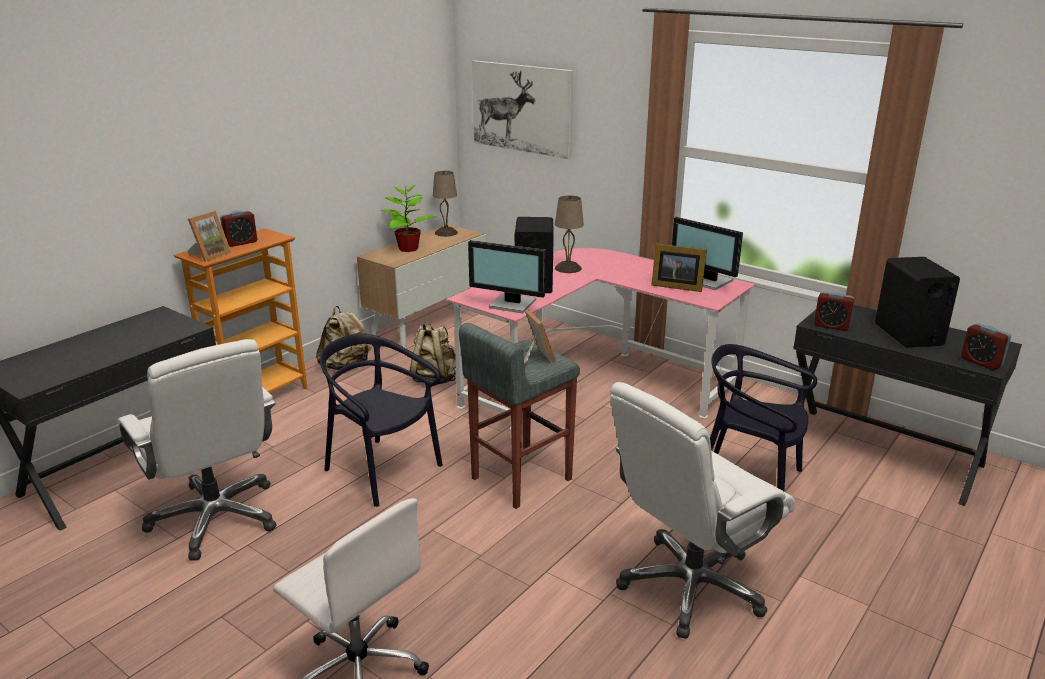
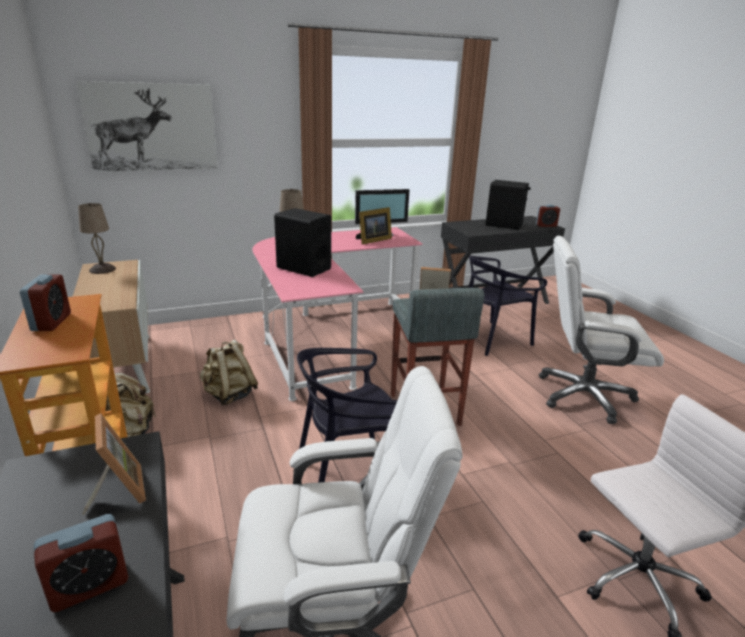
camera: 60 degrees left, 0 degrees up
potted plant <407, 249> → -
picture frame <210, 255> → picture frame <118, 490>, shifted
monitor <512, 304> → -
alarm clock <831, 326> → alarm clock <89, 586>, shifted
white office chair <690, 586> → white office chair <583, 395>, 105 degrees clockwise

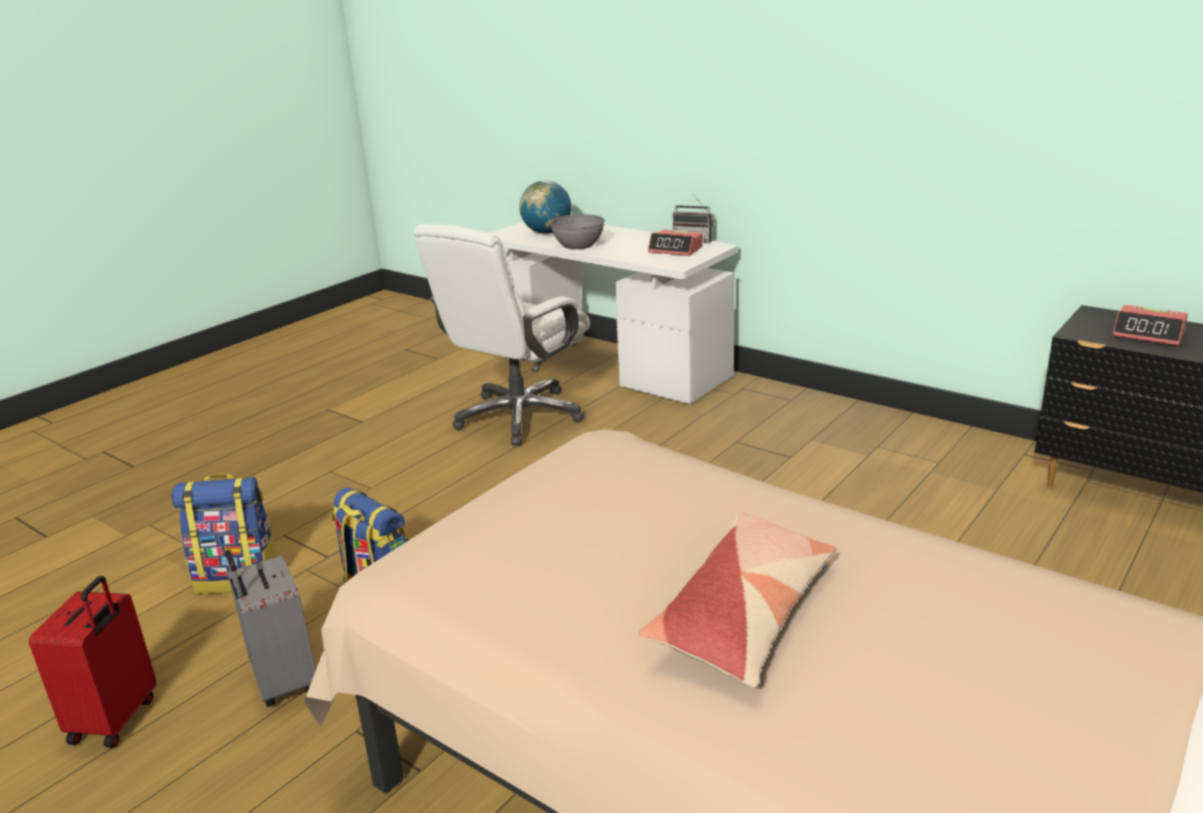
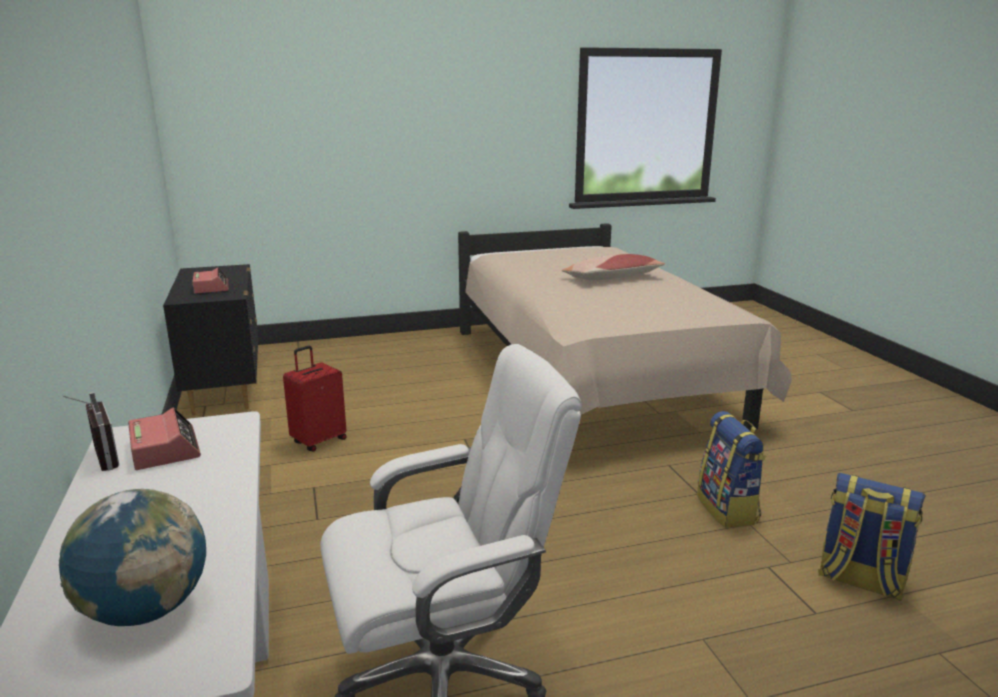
camera: 145 degrees left, 5 degrees down
grey bowl <578, 245> → -
grey suitcase <282, 683> → -
red suitcase <116, 720> → red suitcase <318, 441>, shifted

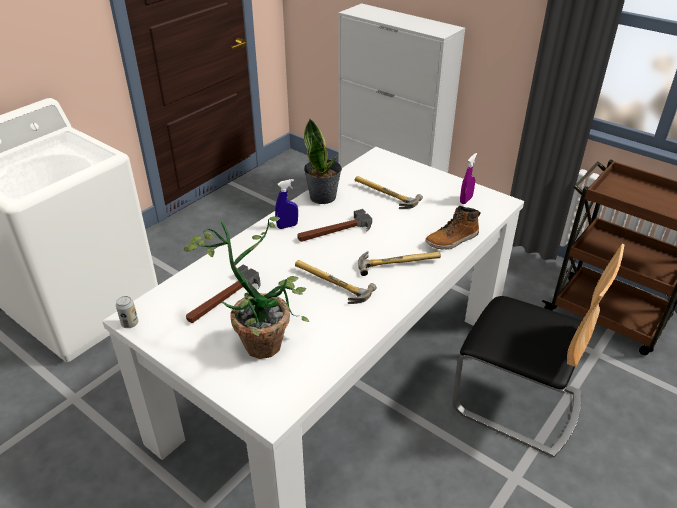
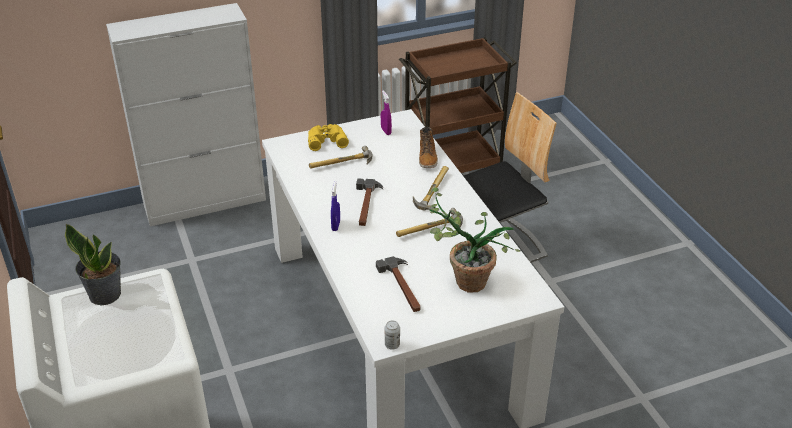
camera: 60 degrees left, 0 degrees up
potted plant <323, 196> → potted plant <105, 294>, shifted
- → yellow binoculars <326, 140>

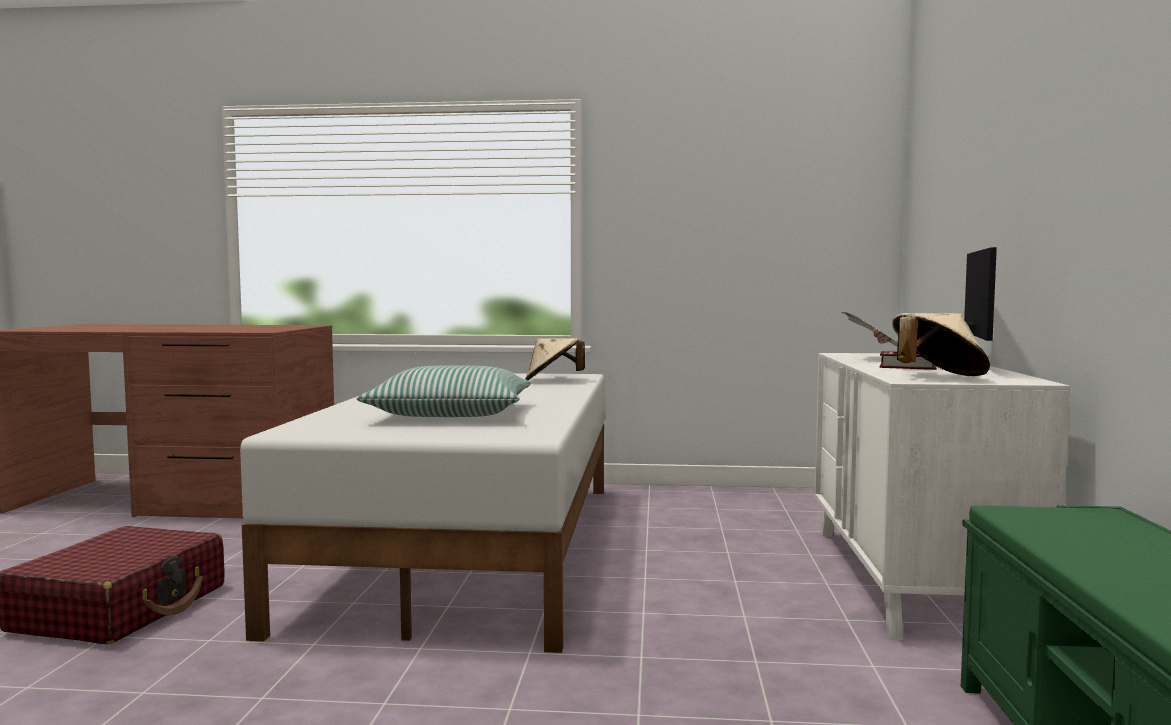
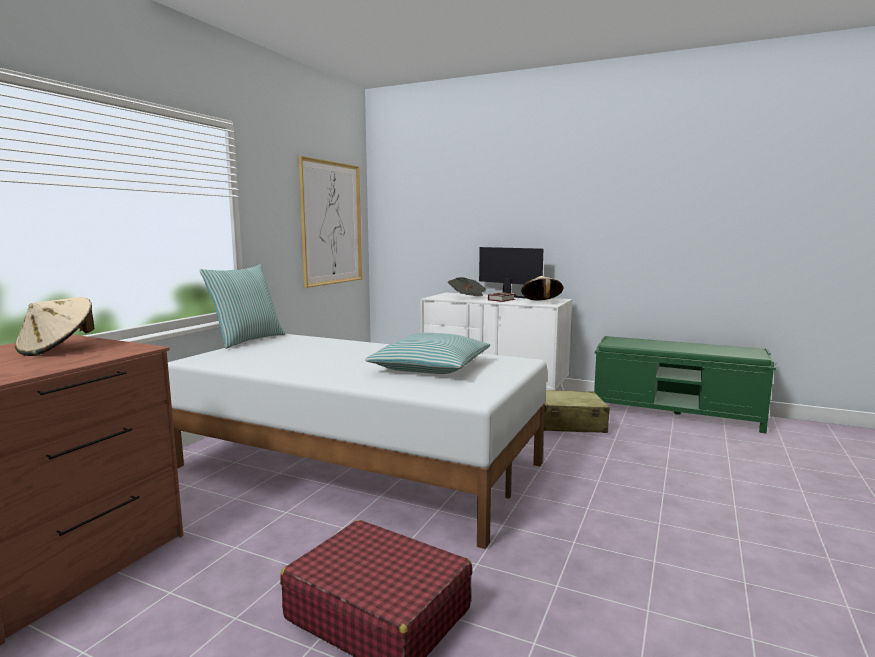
camera: 70 degrees left, 5 degrees up
beige hat <553, 380> → beige hat <58, 349>, shifted
- → picture <331, 223>
- → pillow <246, 340>
- → beige suitcase <567, 424>

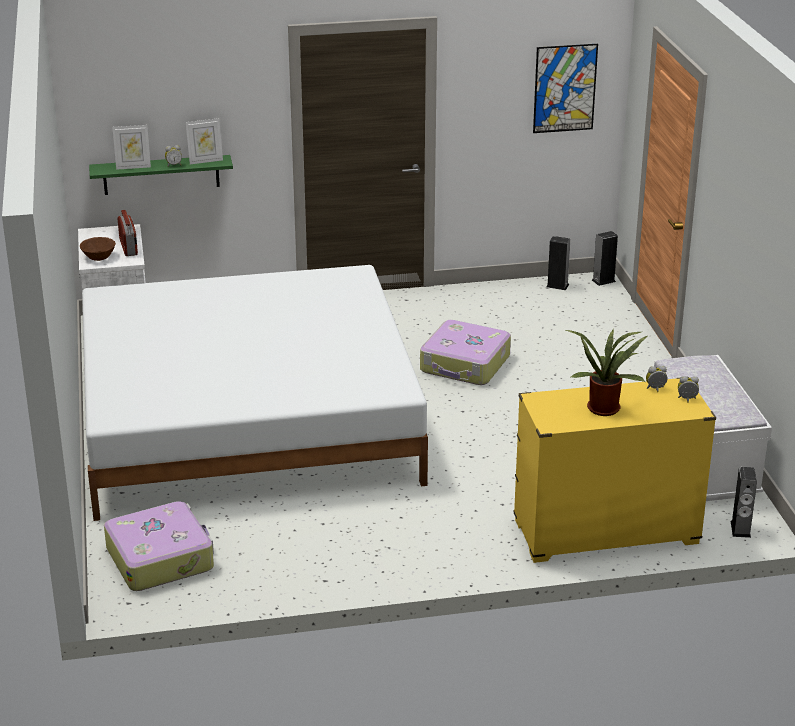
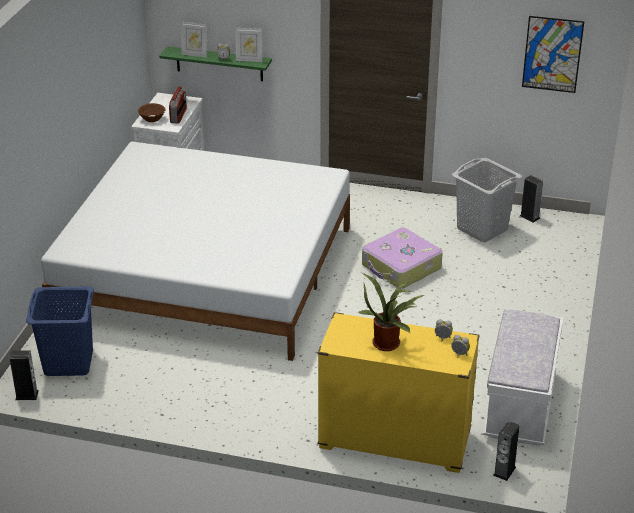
camera: 25 degrees right, 5 degrees up
speaker <603, 281> → speaker <26, 395>, shifted
suitcase <161, 558> → blue laundry basket <68, 362>
- → grey laundry basket <482, 229>

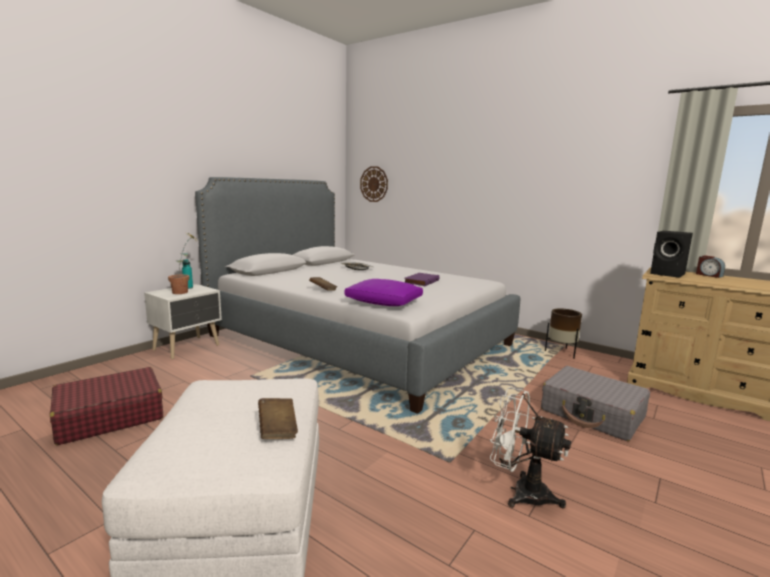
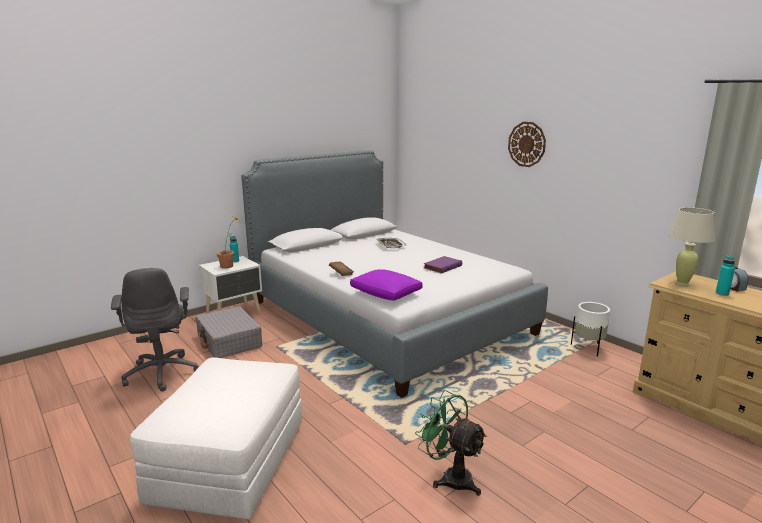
camera: 15 degrees right, 5 degrees up
wall clock <374, 184> → wall clock <526, 144>, shifted
black speaker <669, 274> → beige table lamp <683, 283>
brown planter <561, 352> → white planter <588, 348>
grey suitcase <592, 414> → grey suitcase <229, 341>, shifted
red suitcase <109, 417> → grey office chair <162, 373>
white fan <521, 492> → green fan <451, 477>
brown book <277, 429> → -
- → turquoise bottle <722, 293>

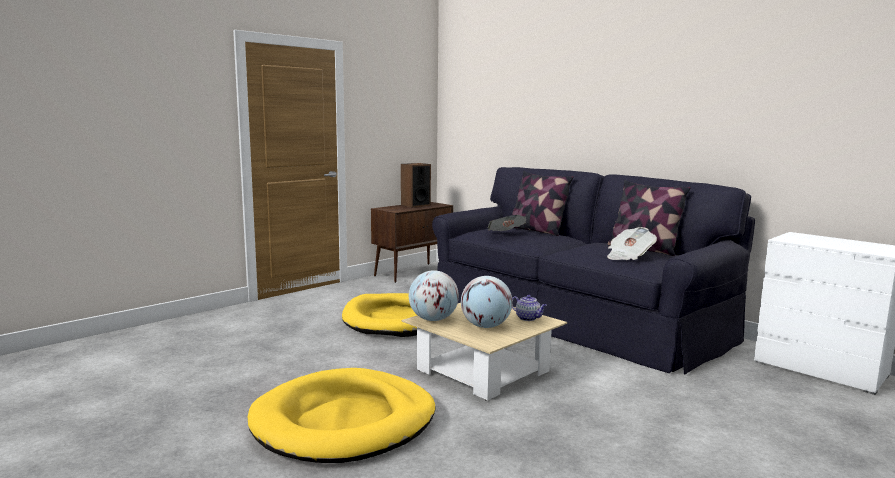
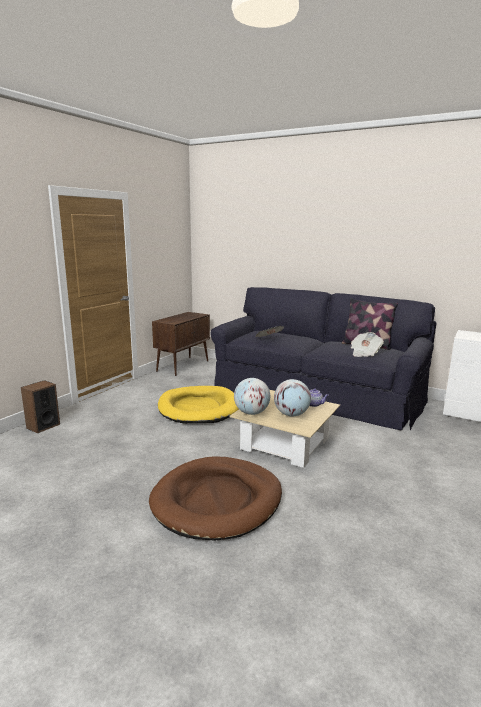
camera: 15 degrees left, 5 degrees up
speaker <415, 205> → speaker <43, 426>, shifted
pillow <537, 230> → -
yellow dog bed <344, 421> → brown dog bed <217, 501>

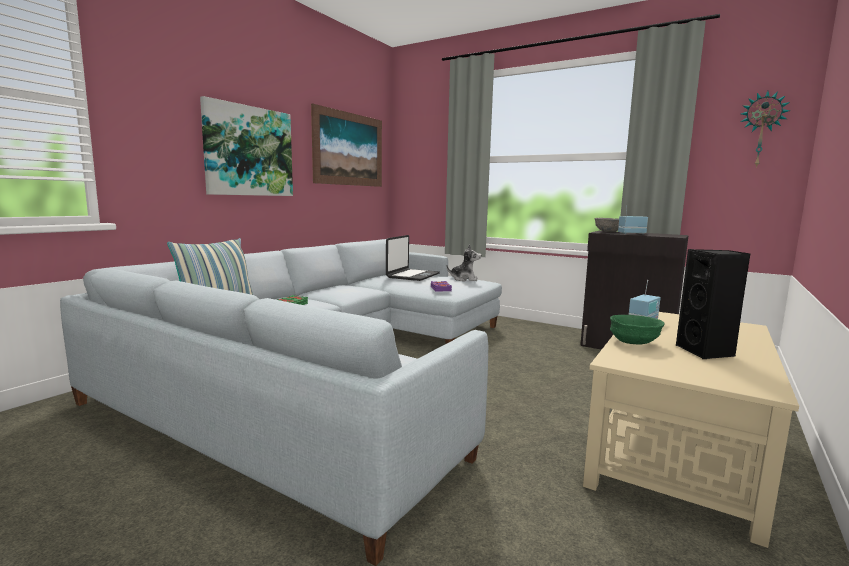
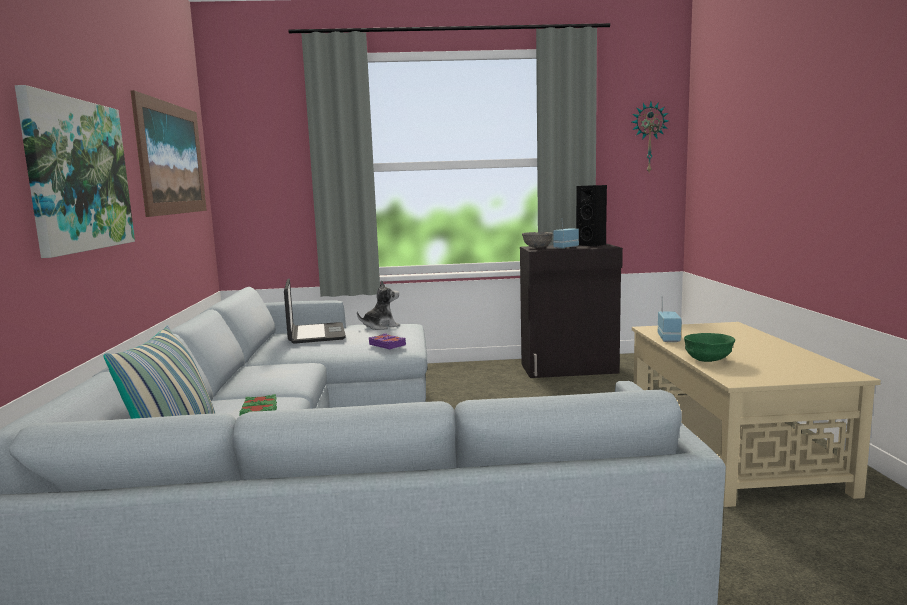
camera: 35 degrees left, 0 degrees up
black speaker <706, 352> → black speaker <592, 245>, shifted

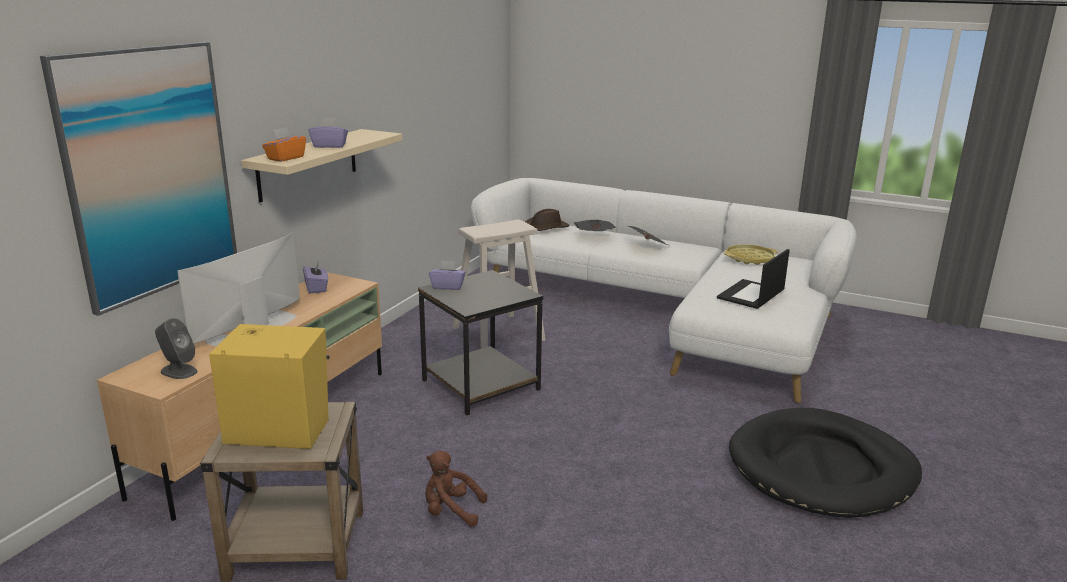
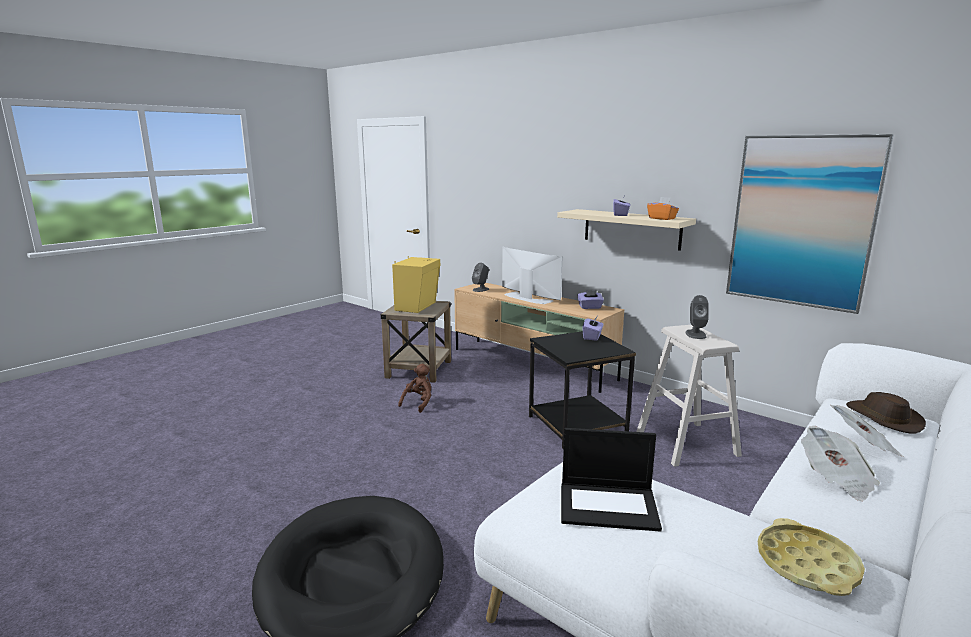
camera: 105 degrees right, 5 degrees down
picture <150, 172> → picture <801, 221>, shifted
orange tissue box <285, 158> → orange tissue box <662, 218>, shifted
laptop <751, 295> → laptop <609, 506>, 135 degrees clockwise
- → grey speaker <695, 334>

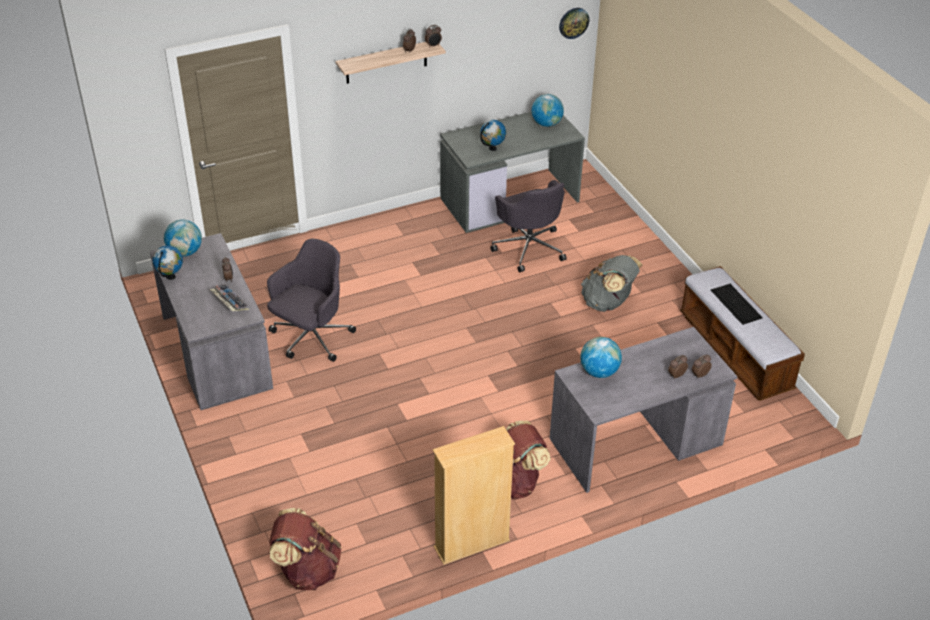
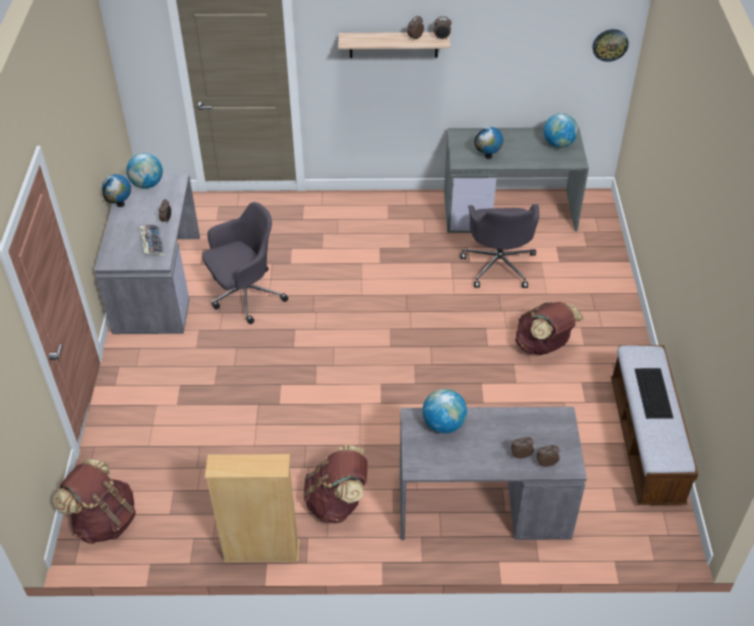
camera: 25 degrees right, 5 degrees up
grey backpack <608, 303> → brown backpack <543, 346>

